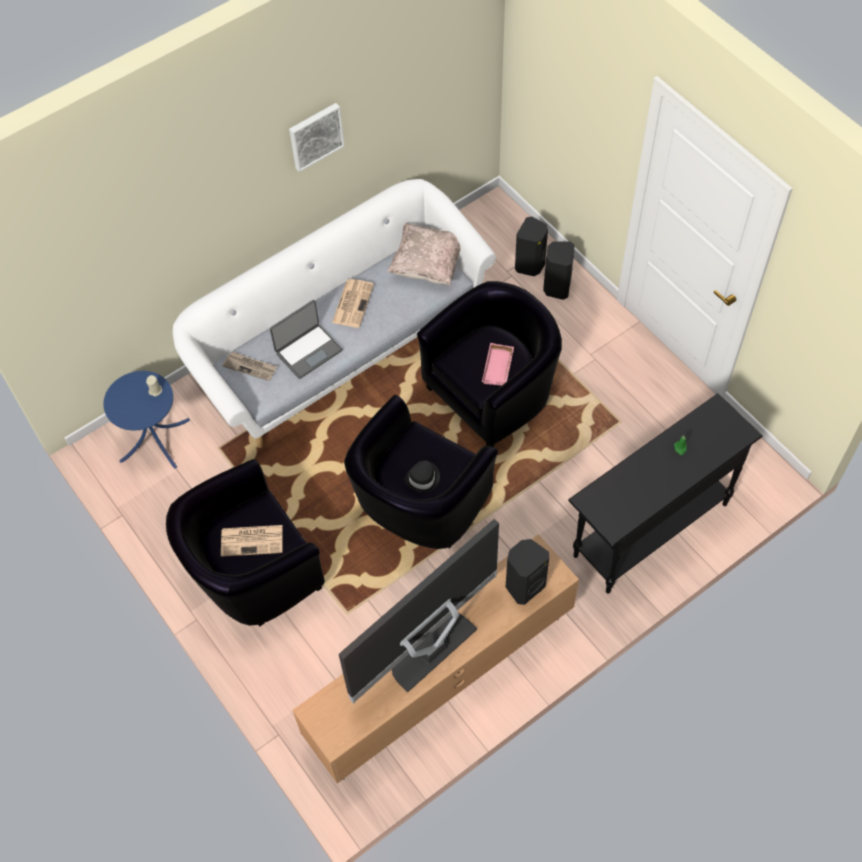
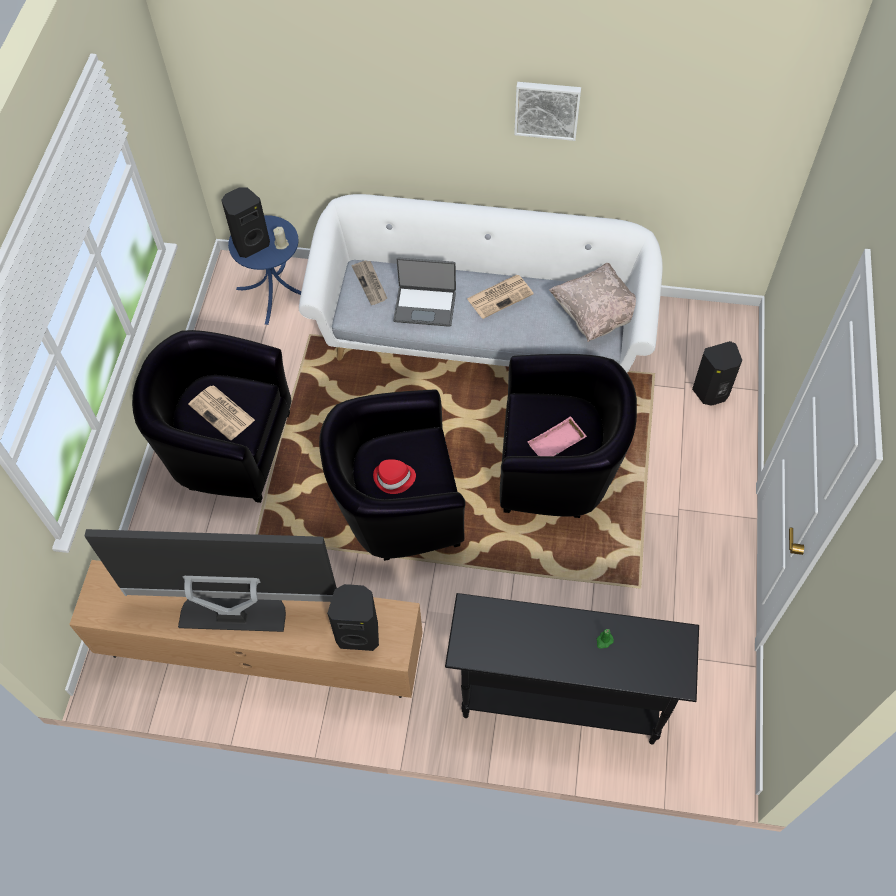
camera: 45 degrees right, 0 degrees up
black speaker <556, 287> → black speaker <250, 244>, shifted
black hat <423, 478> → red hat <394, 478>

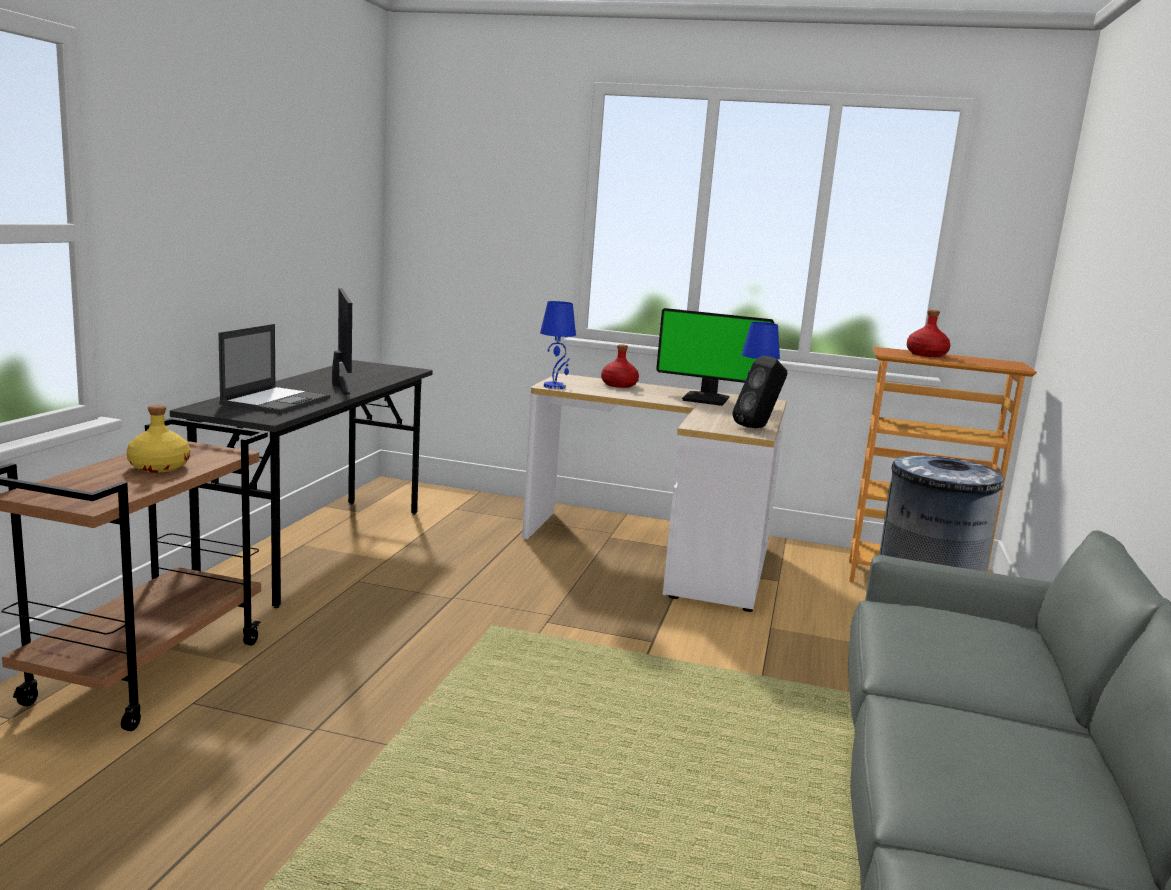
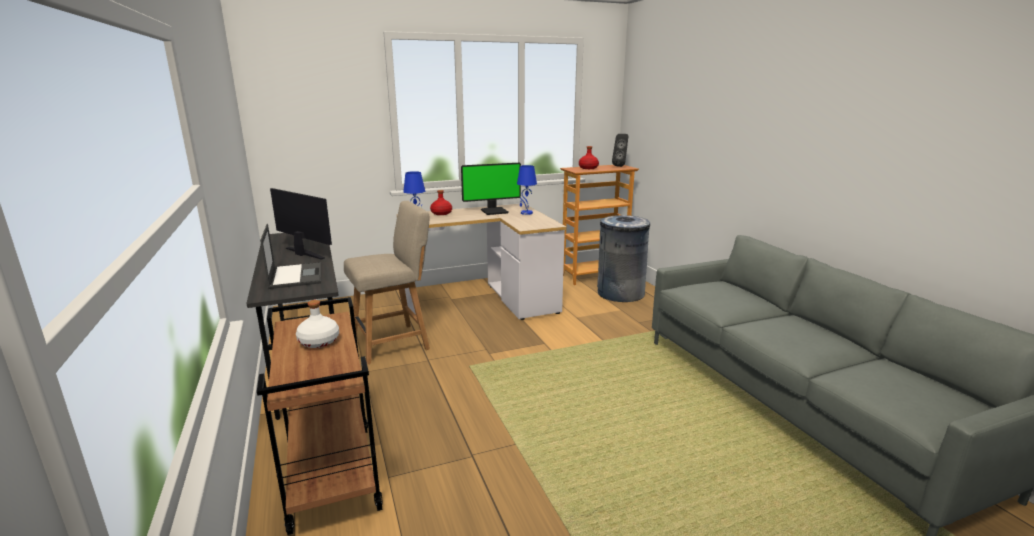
camera: 35 degrees left, 5 degrees up
black speaker <758, 427> → black speaker <620, 166>, shifted
yellow bottle <158, 467> → white bottle <318, 342>
- → beige chair <394, 342>

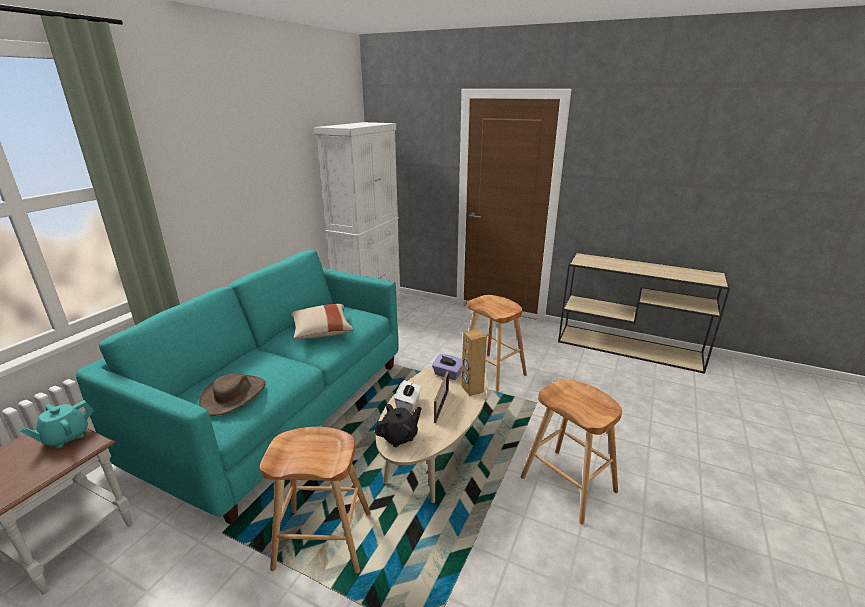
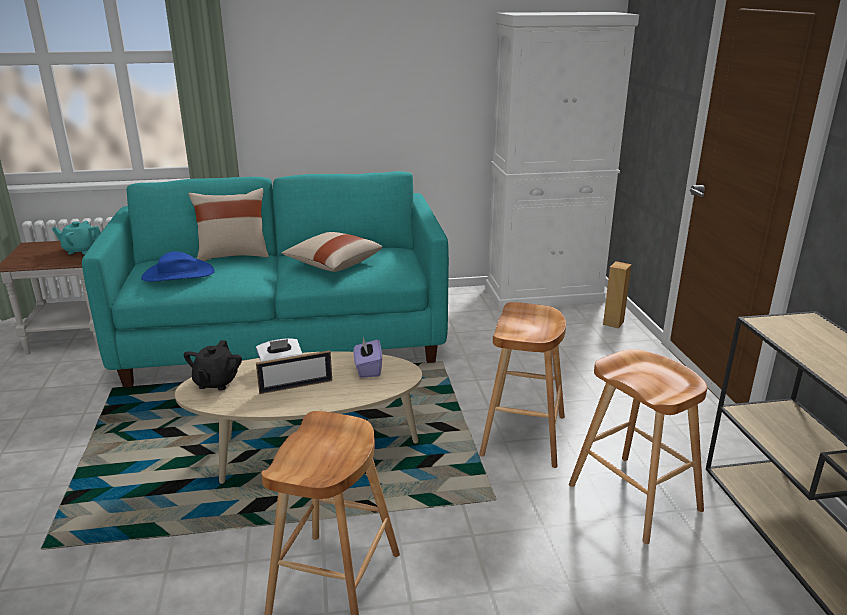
camera: 55 degrees right, 0 degrees up
brown speaker <472, 389> → brown speaker <613, 323>, shifted
brown hat <234, 395> → blue hat <178, 274>
black teapot <399, 437> → black teapot <216, 382>, 75 degrees clockwise
brown stool <323, 540> → brown stool <633, 497>, shifted
- → beige pillow <233, 255>

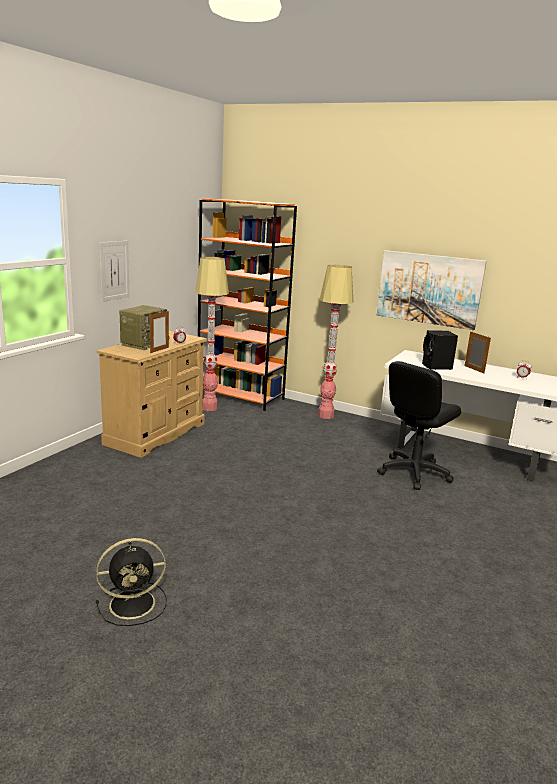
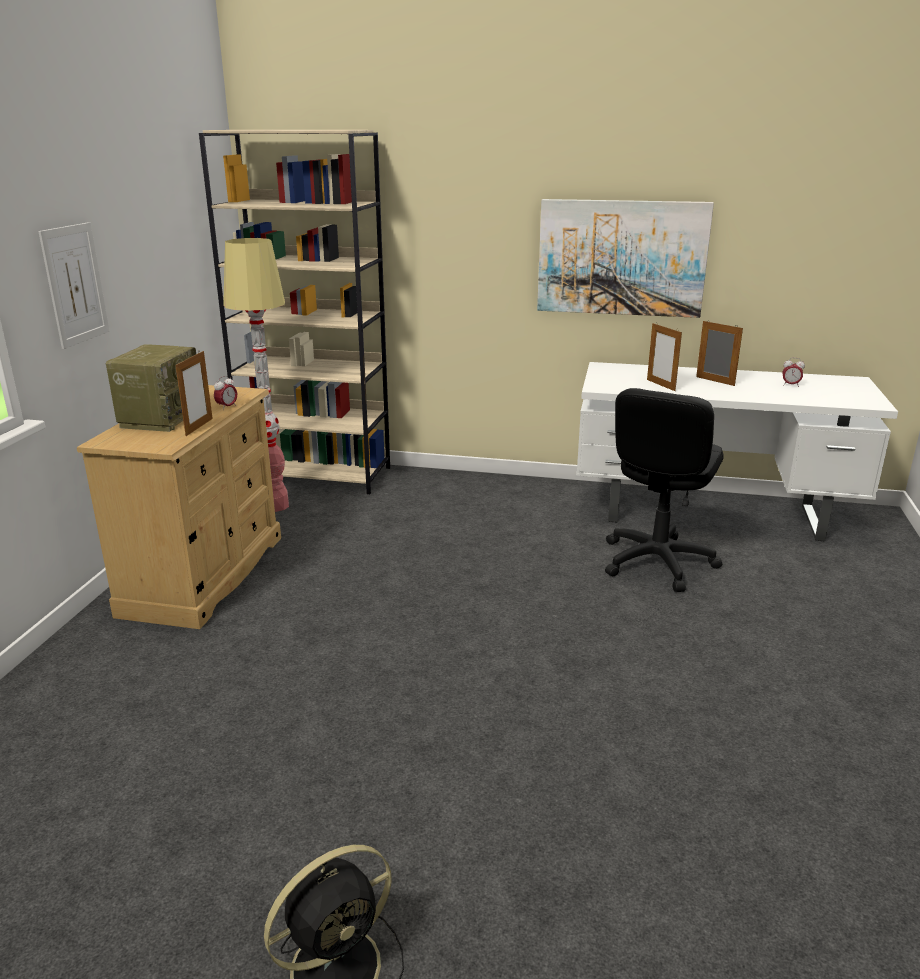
camera: 15 degrees left, 5 degrees up
orange bookcase <241, 396> → beige bookcase <318, 475>
floor lamp <325, 416> → -
black speaker <437, 367> → picture frame <660, 385>

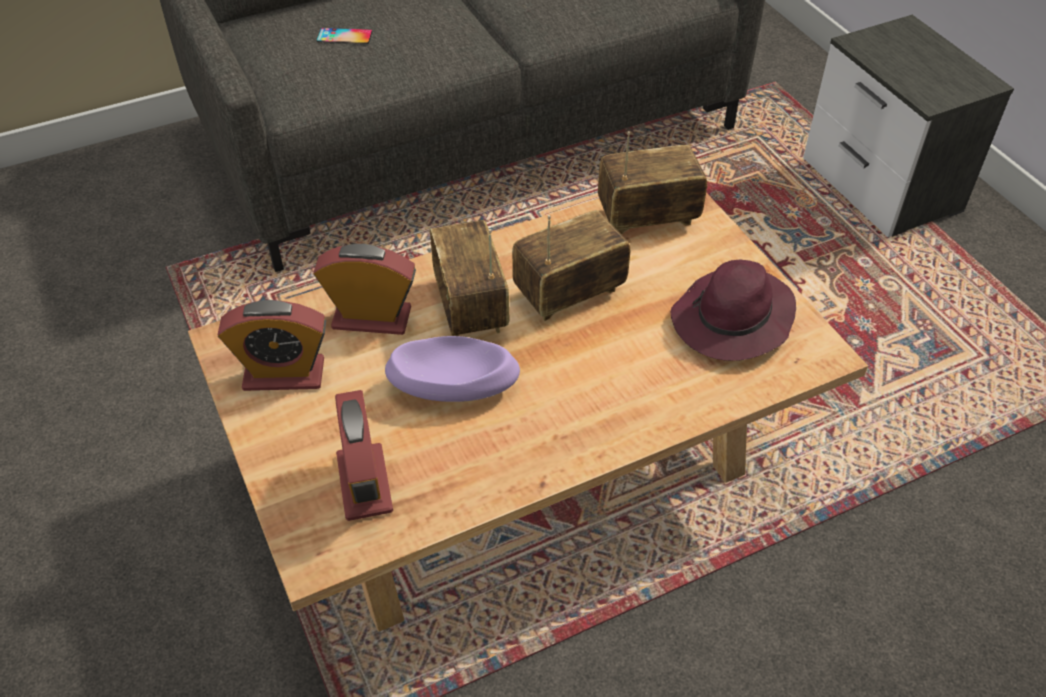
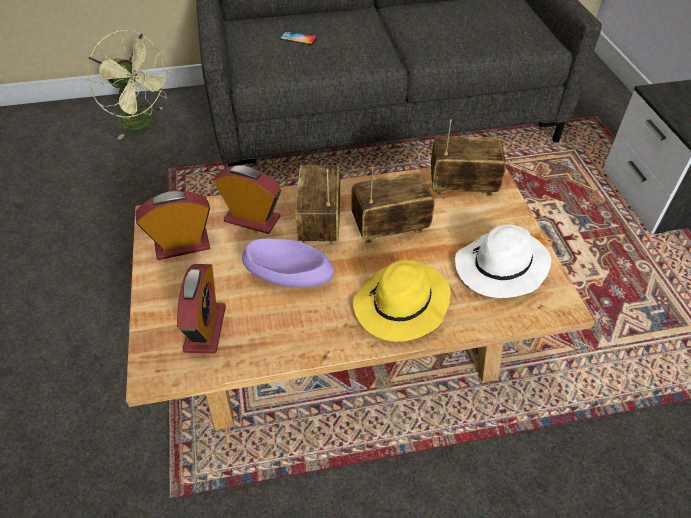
camera: 15 degrees right, 0 degrees up
purple hat <732, 321> → white hat <500, 268>
alarm clock <284, 374> → alarm clock <182, 245>, 150 degrees clockwise
- → green fan <142, 122>
- → yellow hat <401, 306>

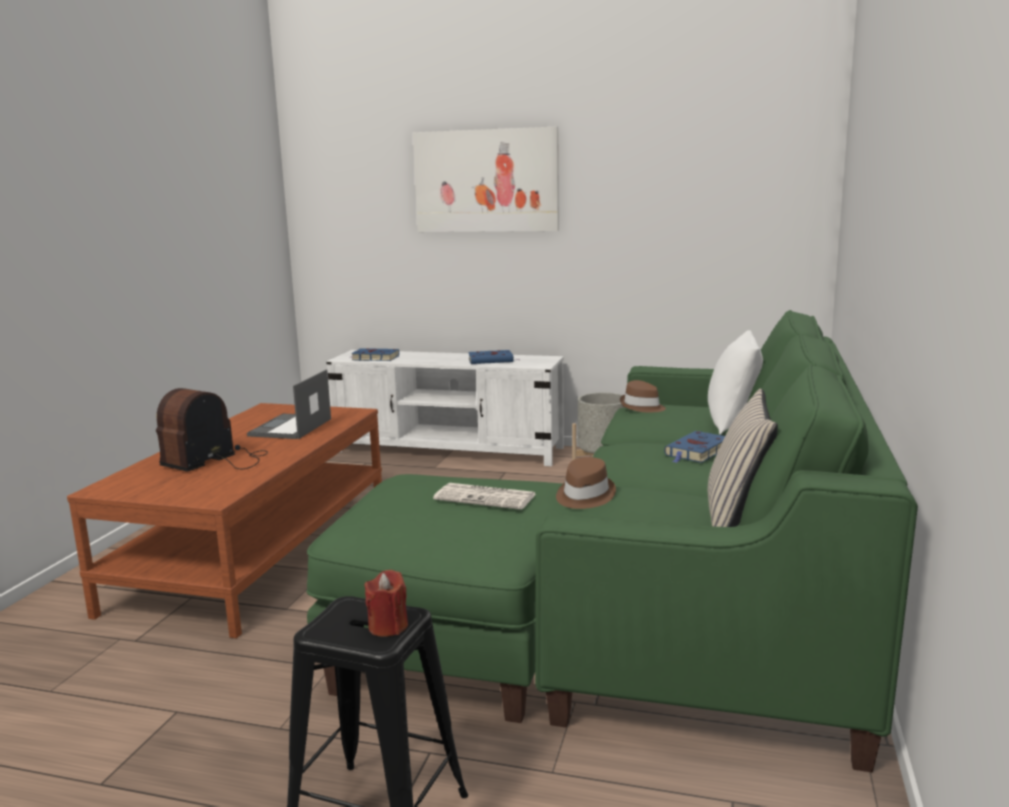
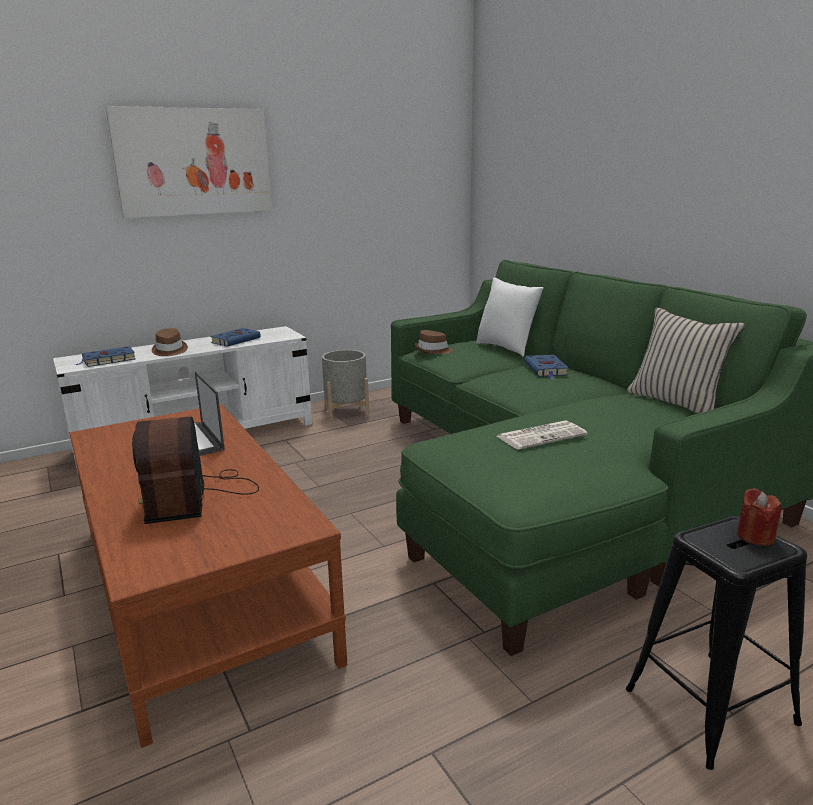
camera: 45 degrees left, 5 degrees up
brown hat <584, 496> → brown hat <169, 350>, shifted

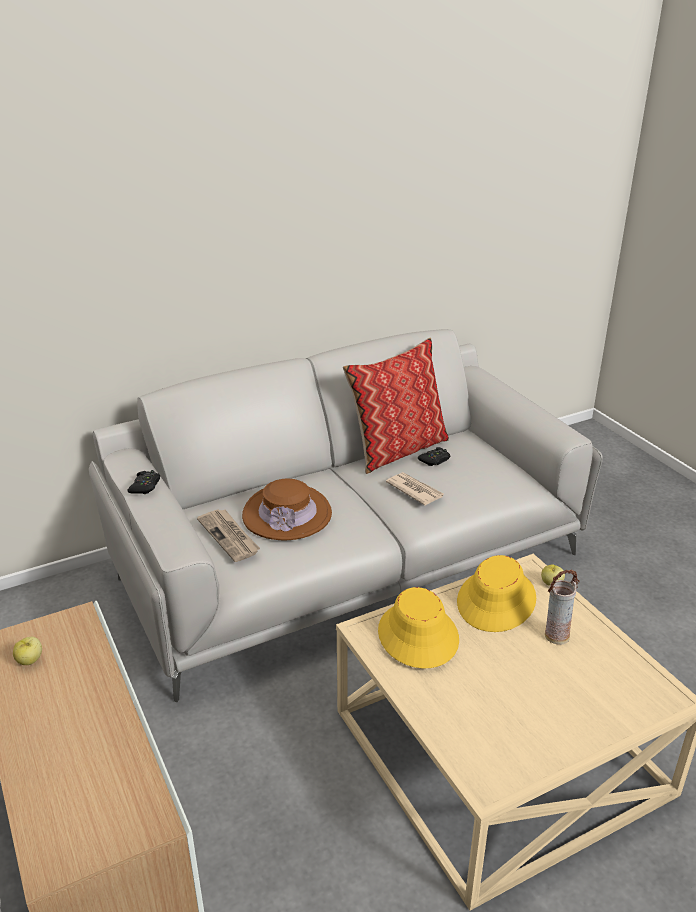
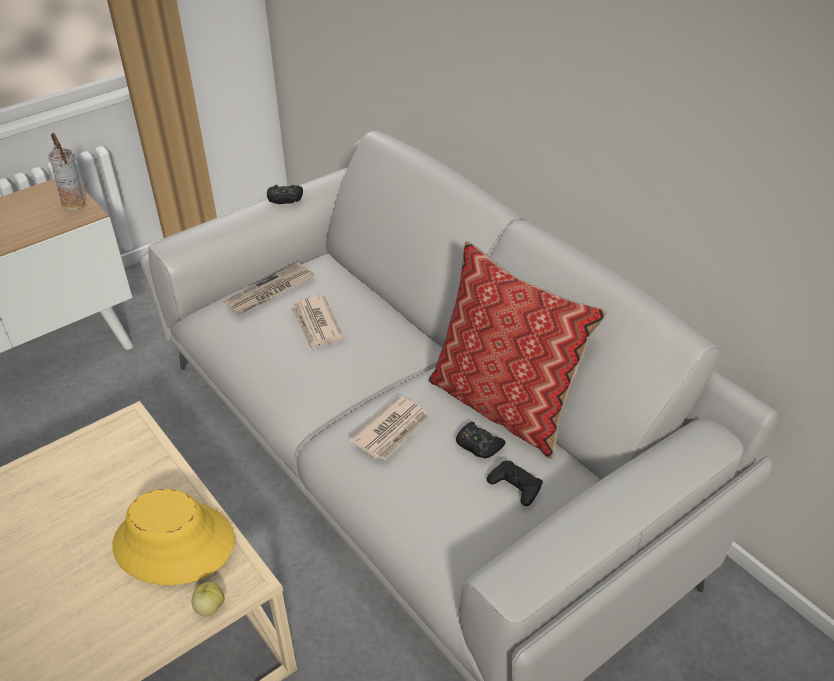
camera: 80 degrees right, 10 degrees up
brown hat <287, 514> → newspaper <316, 324>
vase <556, 635> → vase <75, 204>, shifted
yellow hat <417, 635> → -
apple <30, 660> → -
- → black game controller <515, 486>

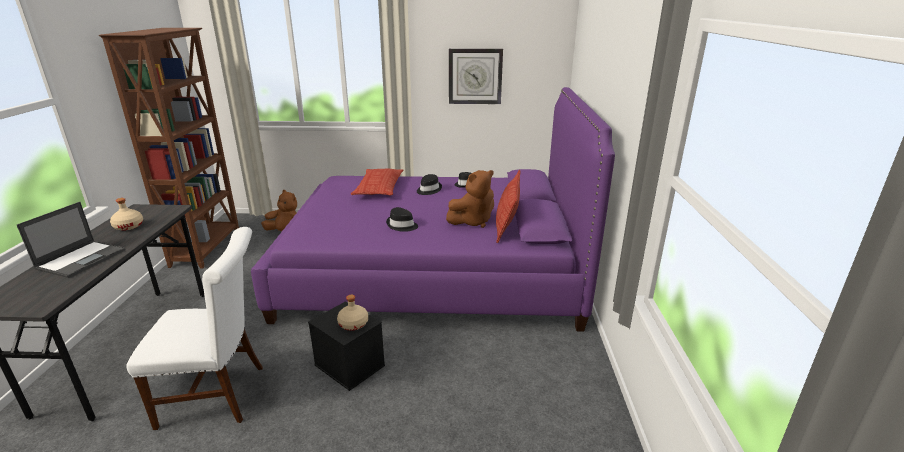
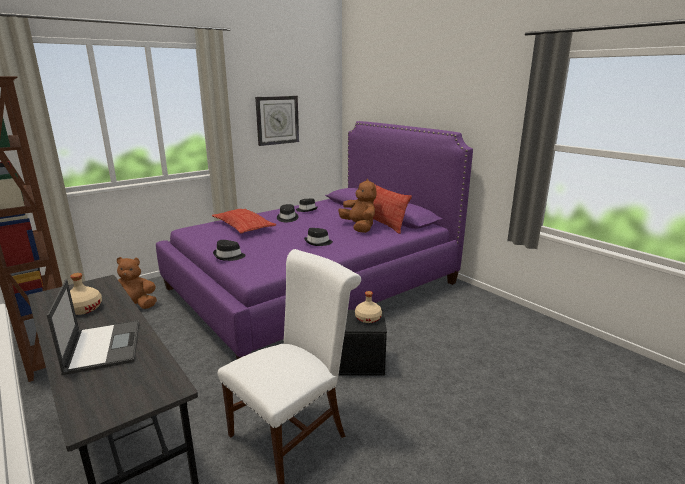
camera: 40 degrees left, 5 degrees down
brown plush toy <472, 221> → brown plush toy <359, 227>, 45 degrees counterclockwise
- → black hat <229, 256>

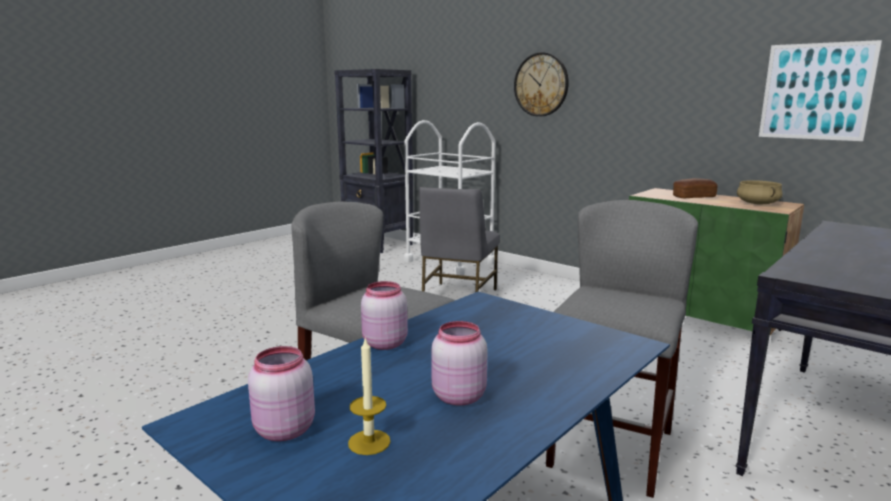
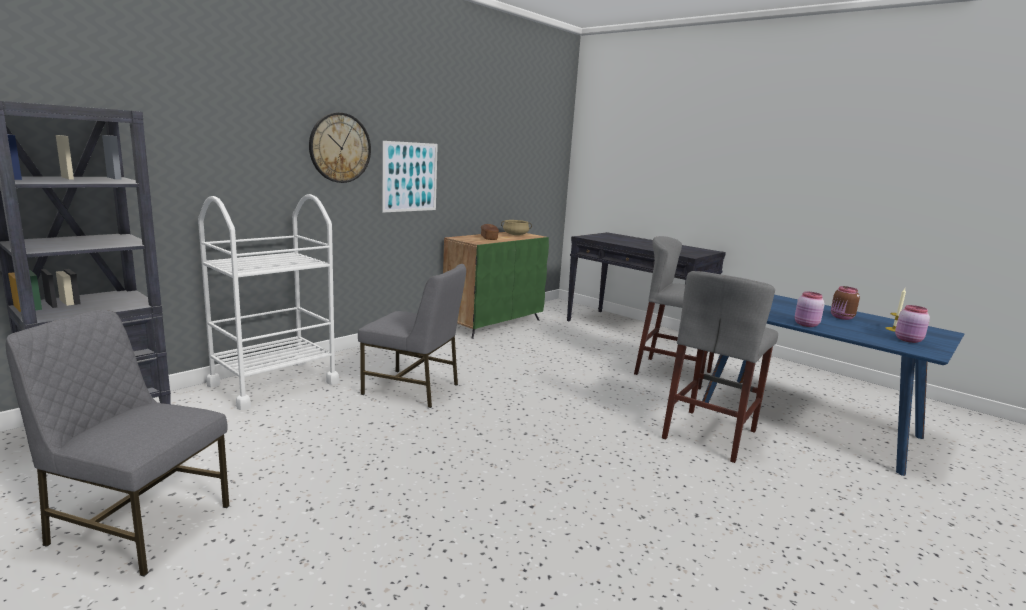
camera: 90 degrees left, 0 degrees up
picture <816, 91> → picture <410, 177>, shifted
pink jar <457, 396> → brown jar <842, 317>
- → grey chair <137, 525>

